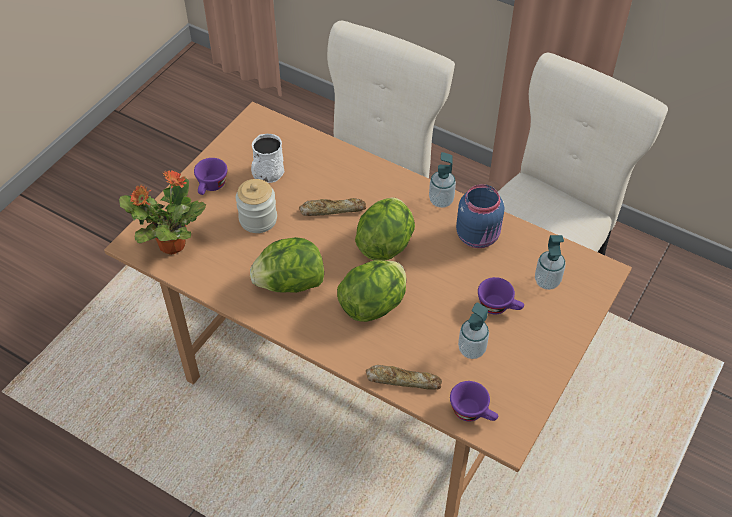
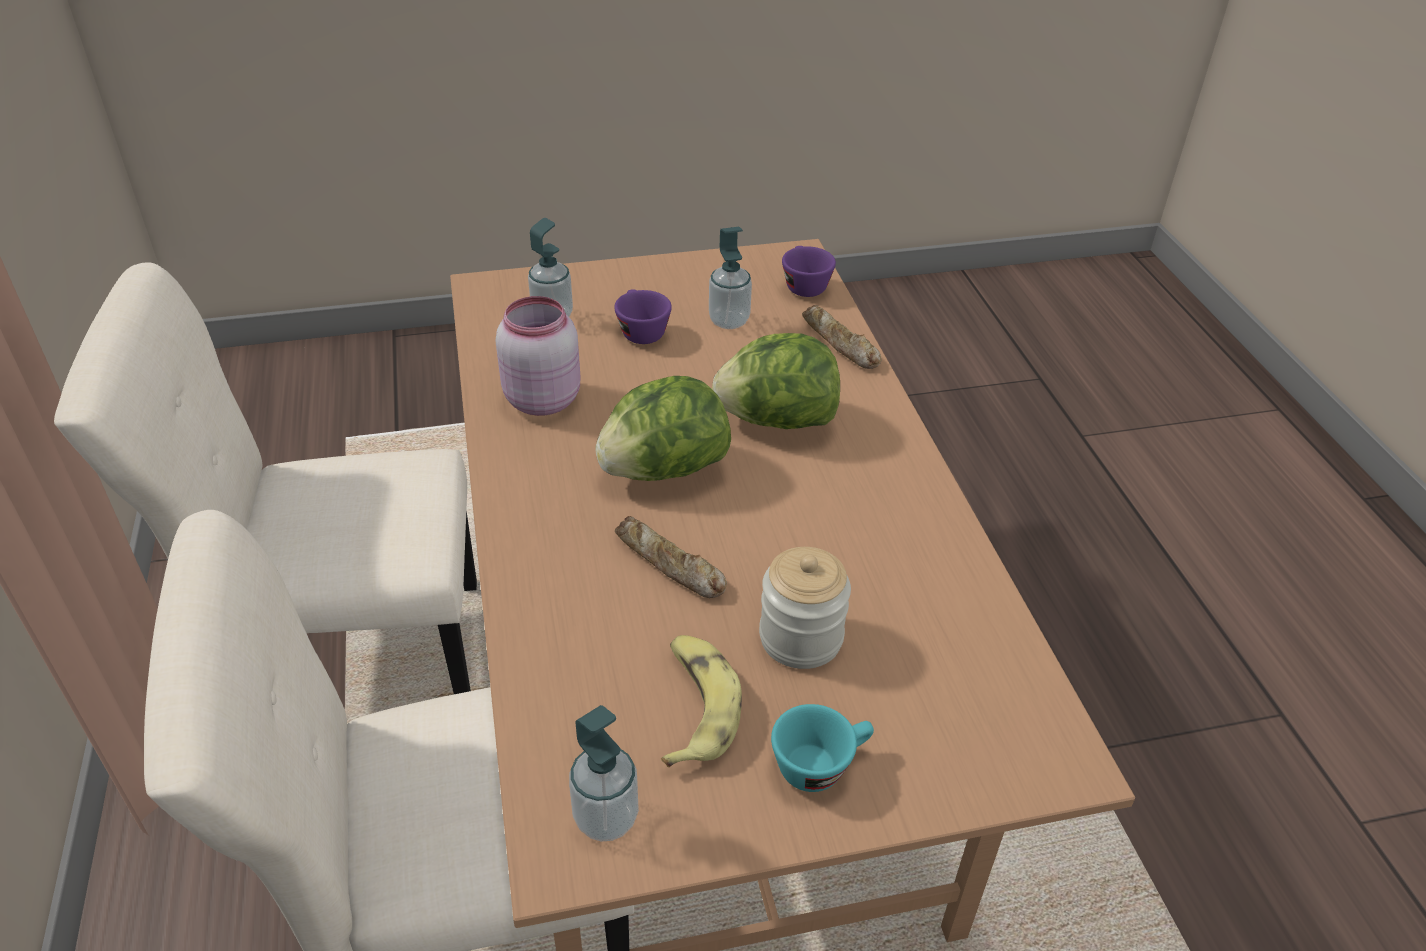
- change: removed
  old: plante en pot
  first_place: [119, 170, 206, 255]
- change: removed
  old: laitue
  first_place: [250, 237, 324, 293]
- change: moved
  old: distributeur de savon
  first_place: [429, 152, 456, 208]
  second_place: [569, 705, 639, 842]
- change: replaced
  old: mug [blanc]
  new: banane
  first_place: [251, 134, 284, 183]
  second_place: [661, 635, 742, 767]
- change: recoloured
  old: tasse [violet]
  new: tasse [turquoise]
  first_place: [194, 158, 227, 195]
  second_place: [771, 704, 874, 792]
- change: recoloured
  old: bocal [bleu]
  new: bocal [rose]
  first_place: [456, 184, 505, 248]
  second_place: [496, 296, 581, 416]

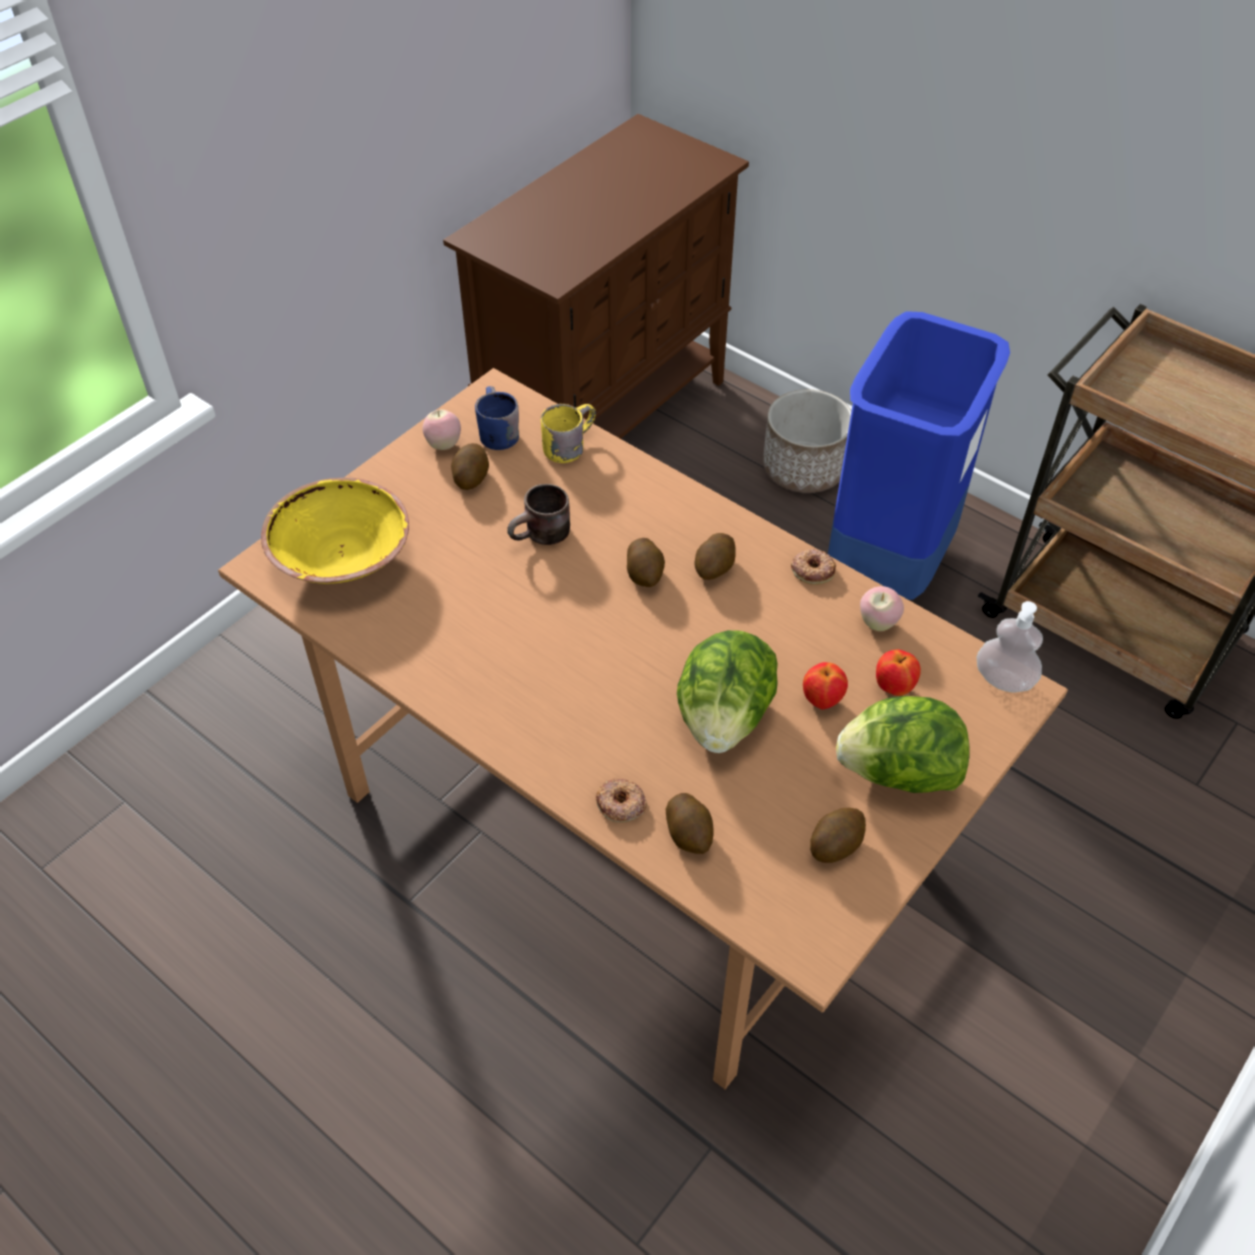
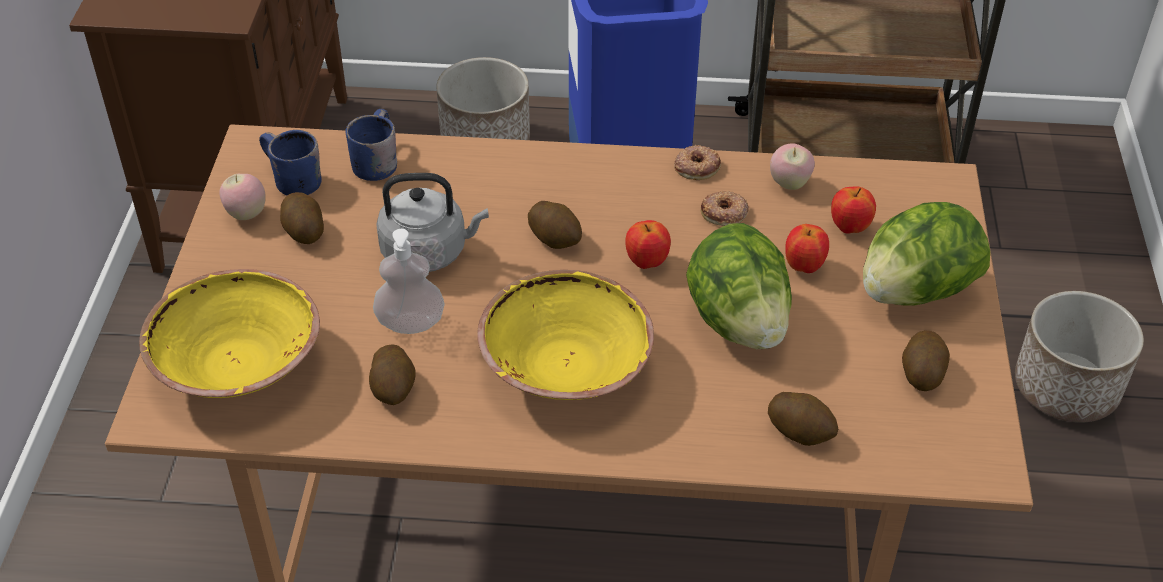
- change: added
  new: bol [jaune]
  second_place: [477, 270, 654, 400]
- change: added
  new: pomme
  second_place: [625, 220, 671, 269]
- change: added
  new: cache-pot
  second_place: [1015, 291, 1144, 423]
- change: moved
  old: beignet
  first_place: [596, 778, 647, 823]
  second_place: [700, 191, 749, 226]
- change: moved
  old: pomme de terre
  first_place: [694, 533, 736, 580]
  second_place: [369, 345, 416, 405]
- change: moved
  old: distributeur de savon
  first_place: [977, 601, 1043, 693]
  second_place: [373, 229, 445, 334]
- change: replaced
  old: mug [marron]
  new: bouilloire [gris]
  first_place: [507, 484, 570, 545]
  second_place: [376, 173, 489, 272]
- change: recoloured
  old: mug [jaune]
  new: mug [bleu]
  first_place: [541, 404, 596, 463]
  second_place: [345, 109, 397, 181]

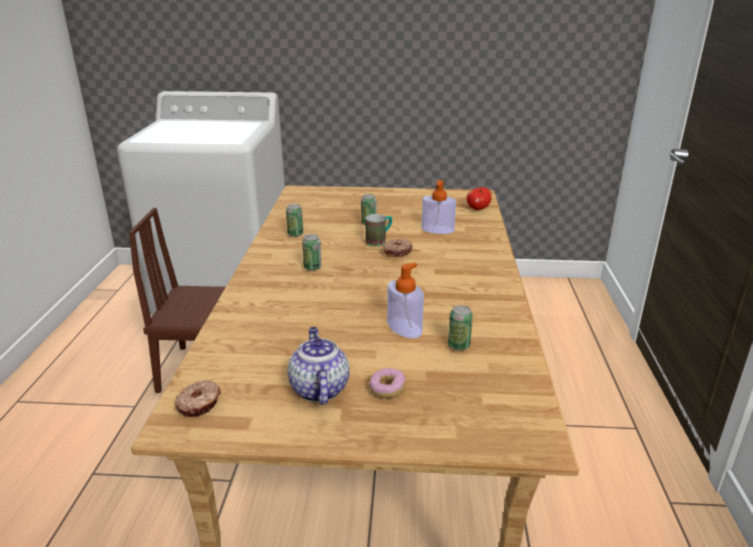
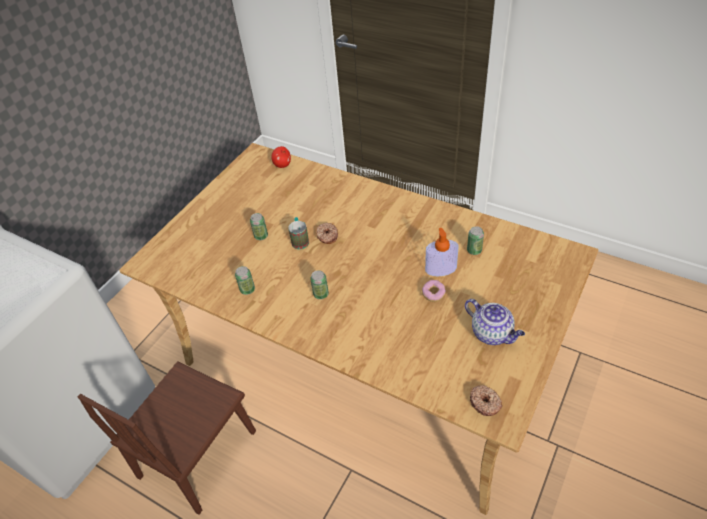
- change: removed
  old: distributeur de savon
  first_place: [422, 180, 456, 234]
- change: moved
  old: beignet
  first_place: [369, 368, 406, 398]
  second_place: [422, 280, 446, 302]
- change: turned
  old: théière
  first_place: [287, 327, 350, 405]
  second_place: [465, 299, 525, 345]
  degrees: -150

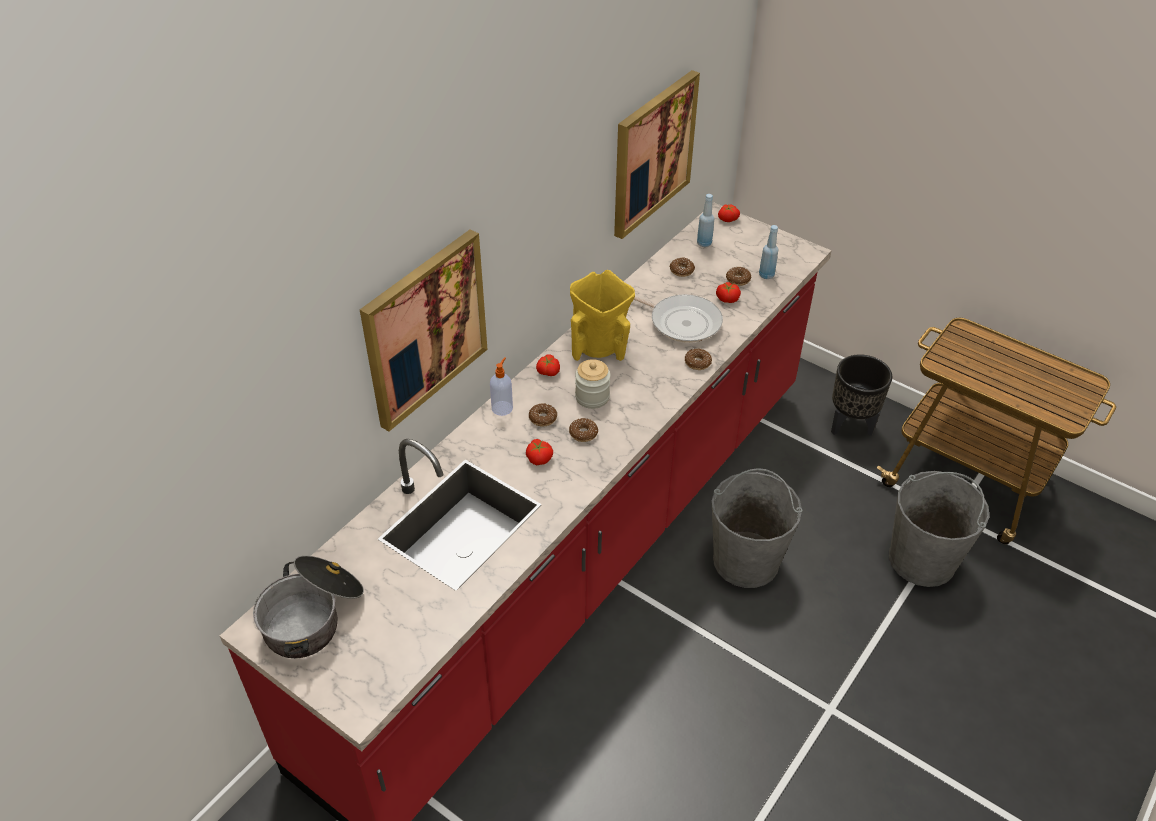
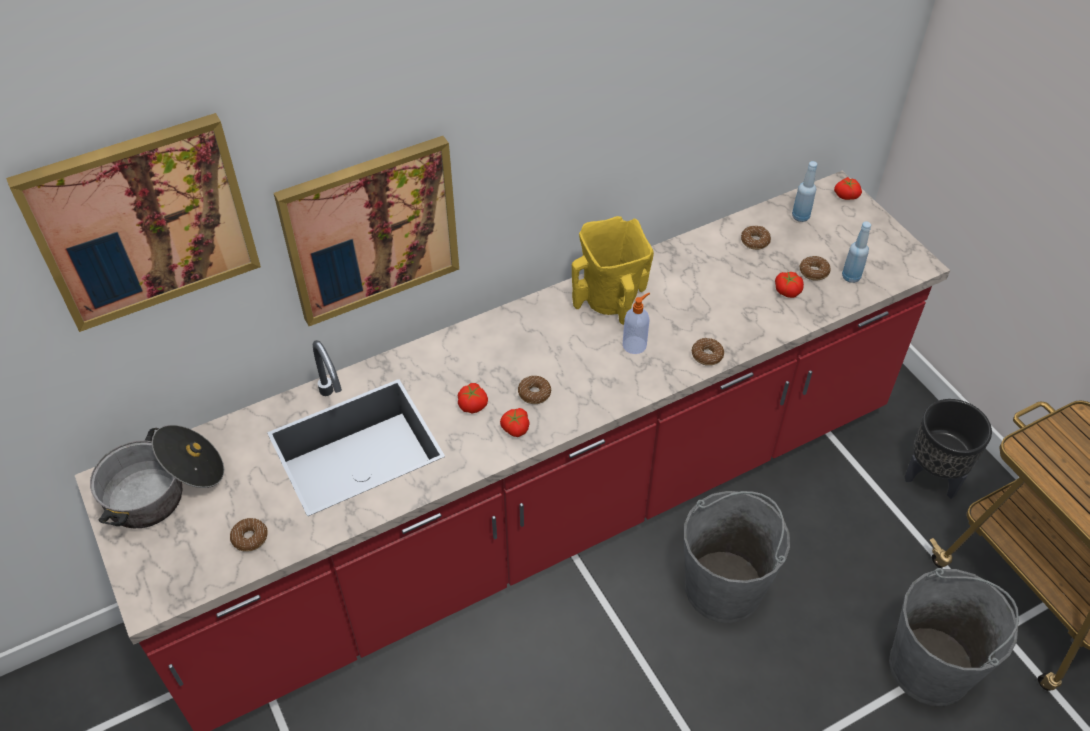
- change: removed
  old: bocal
  first_place: [575, 359, 610, 409]
- change: removed
  old: poêle
  first_place: [634, 294, 723, 343]
- change: moved
  old: distributeur de savon
  first_place: [490, 357, 513, 416]
  second_place: [623, 293, 650, 354]
- change: moved
  old: beignet
  first_place: [529, 403, 557, 426]
  second_place: [230, 518, 268, 552]
- change: moved
  old: tomate
  first_place: [536, 354, 560, 376]
  second_place: [500, 408, 530, 437]
- change: moved
  old: tableau
  first_place: [614, 70, 700, 239]
  second_place: [6, 113, 261, 332]

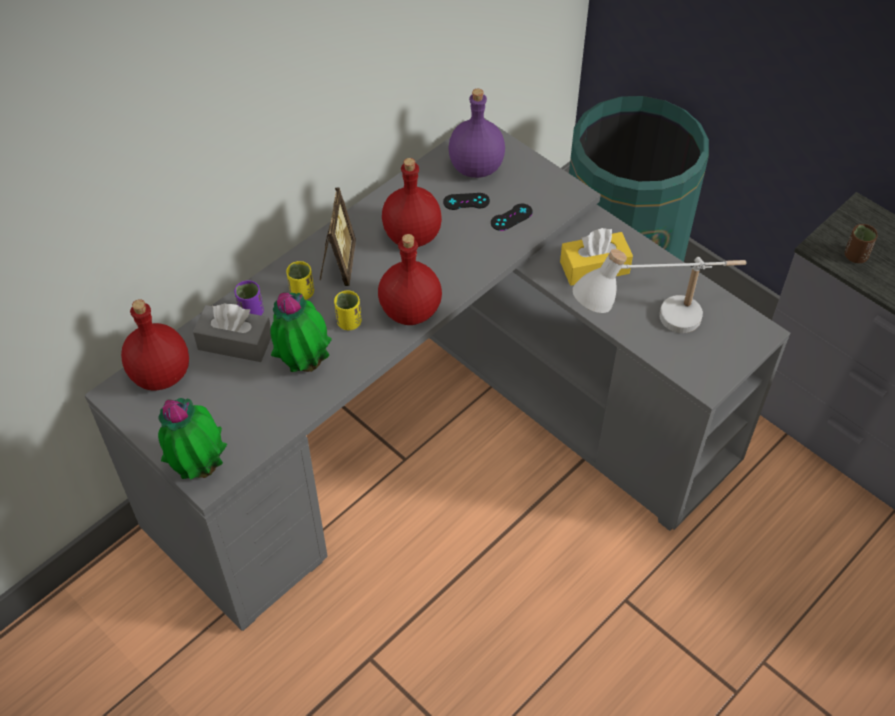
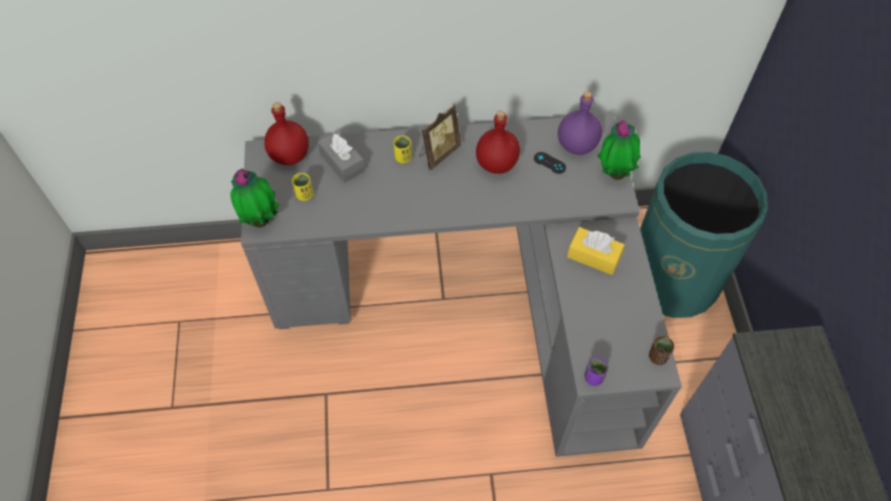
- change: removed
  old: bouteille [rouge]
  first_place: [378, 234, 442, 325]
- change: removed
  old: manette [noir]
  first_place: [491, 204, 533, 231]
- change: removed
  old: lampe de table [blanc]
  first_place: [572, 249, 747, 333]
- change: moved
  old: tasse [violet]
  first_place: [235, 280, 264, 315]
  second_place: [584, 357, 608, 386]
- change: moved
  old: plante en pot
  first_place: [271, 292, 332, 372]
  second_place: [597, 120, 641, 180]
- change: moved
  old: tasse [jaune]
  first_place: [334, 290, 362, 330]
  second_place: [292, 173, 313, 201]
- change: moved
  old: tasse [marron]
  first_place: [845, 224, 878, 263]
  second_place: [649, 336, 674, 365]

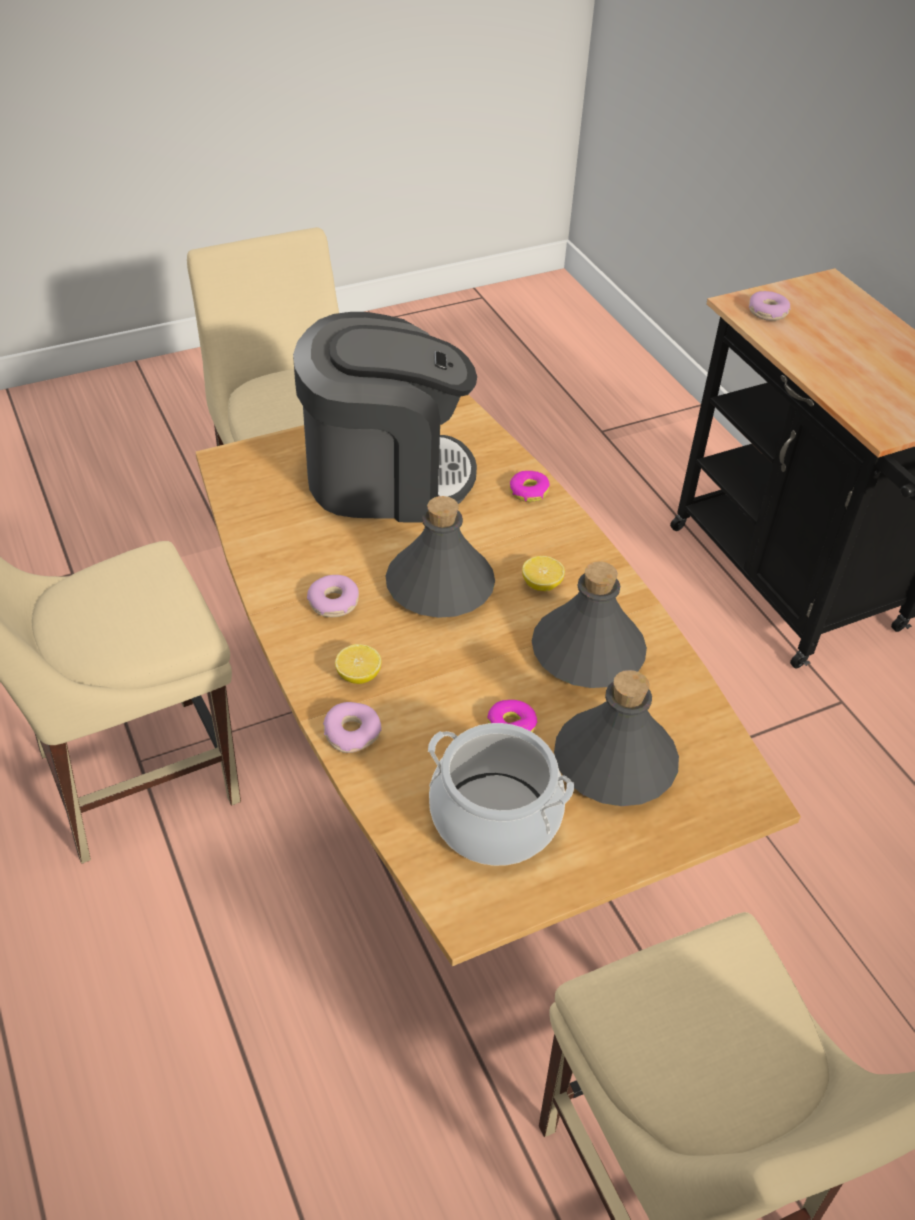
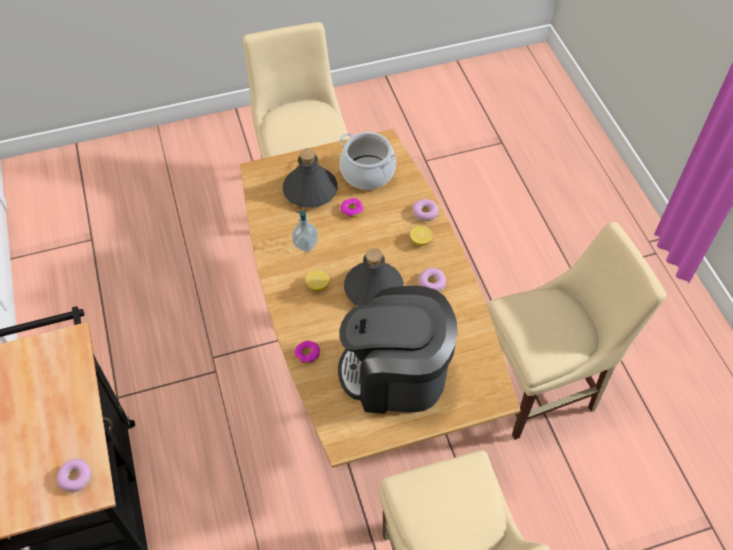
- change: replaced
  old: bouteille [gris]
  new: distributeur de savon
  first_place: [532, 561, 647, 688]
  second_place: [292, 211, 318, 252]

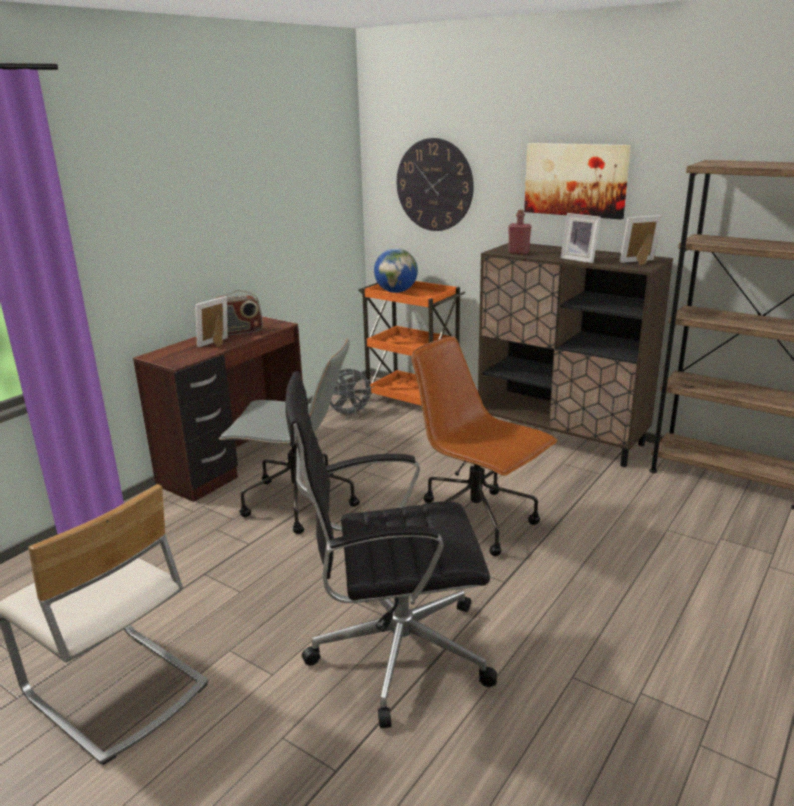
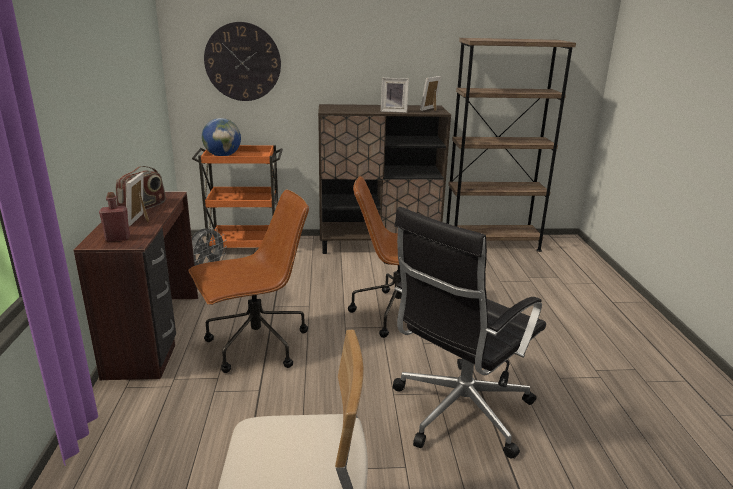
- change: removed
  old: tableau
  first_place: [524, 143, 631, 219]
- change: moved
  old: bouteille [rouge]
  first_place: [508, 210, 532, 255]
  second_place: [99, 192, 130, 242]
- change: recoloured
  old: chaise de bureau [gris]
  new: chaise de bureau [marron]
  first_place: [219, 337, 360, 534]
  second_place: [188, 190, 309, 373]

